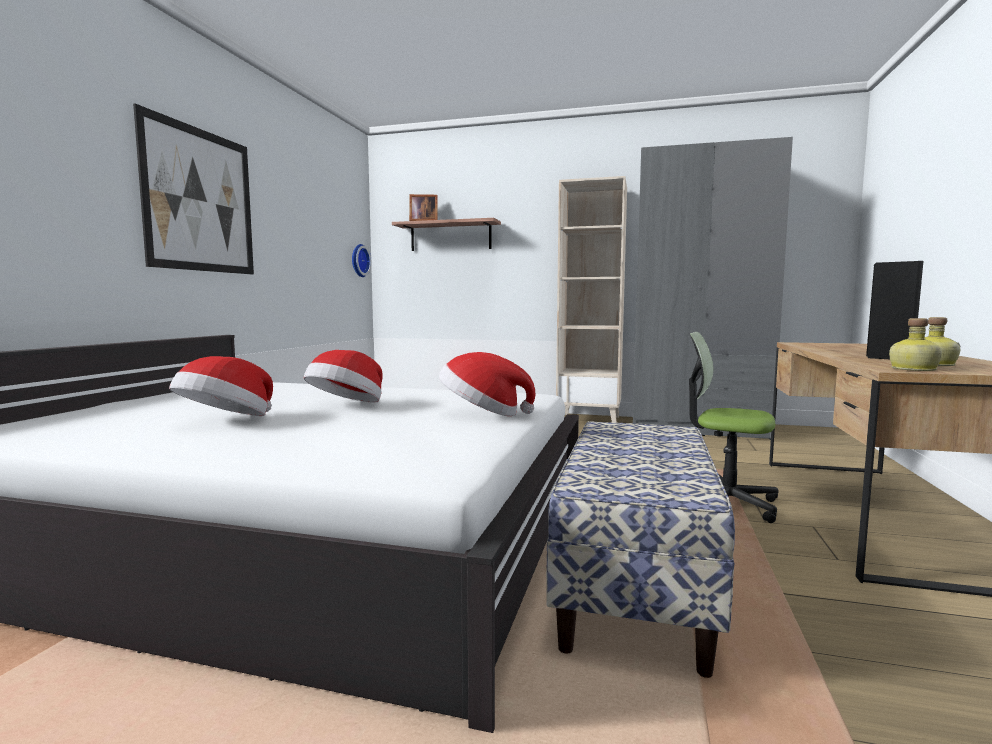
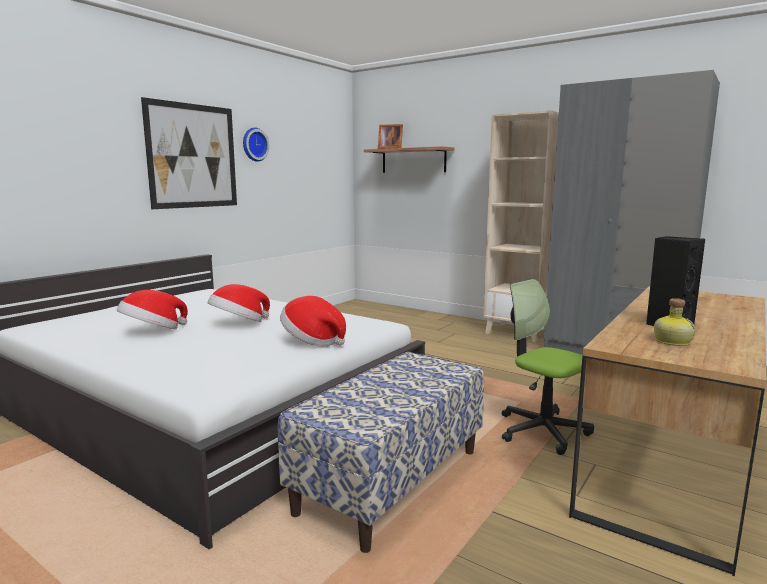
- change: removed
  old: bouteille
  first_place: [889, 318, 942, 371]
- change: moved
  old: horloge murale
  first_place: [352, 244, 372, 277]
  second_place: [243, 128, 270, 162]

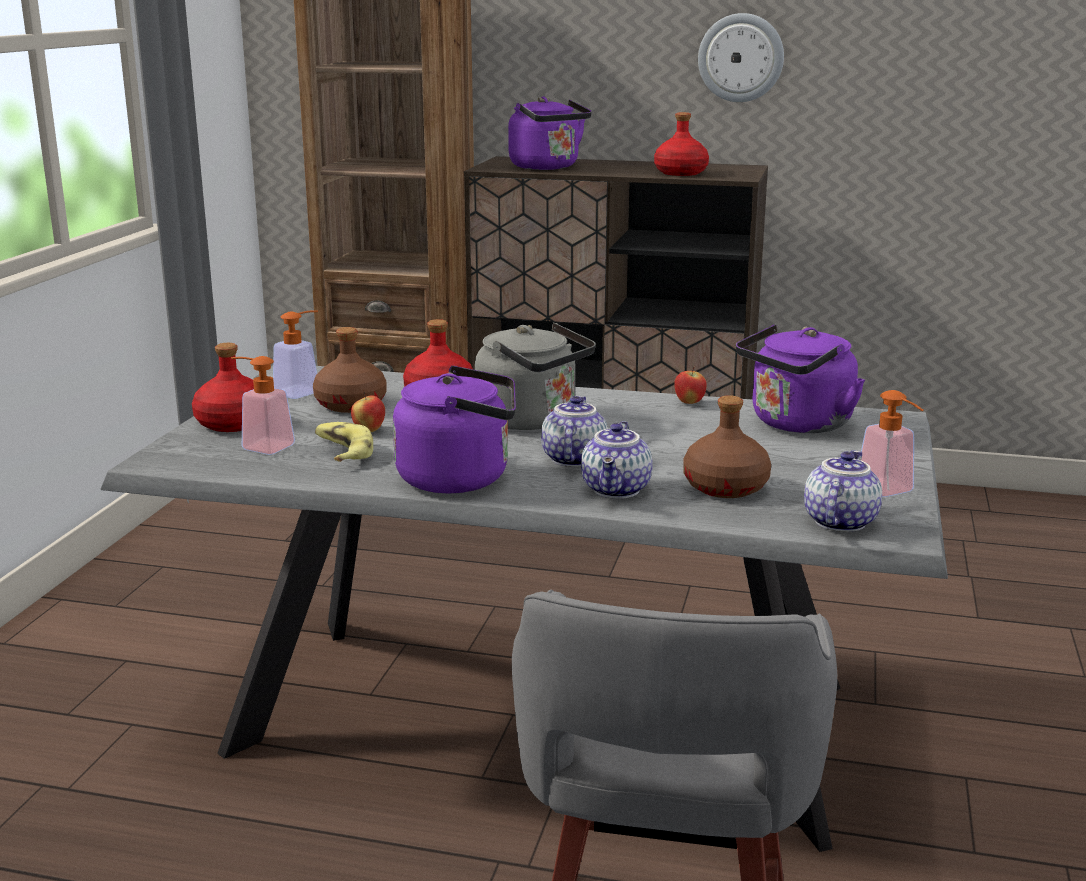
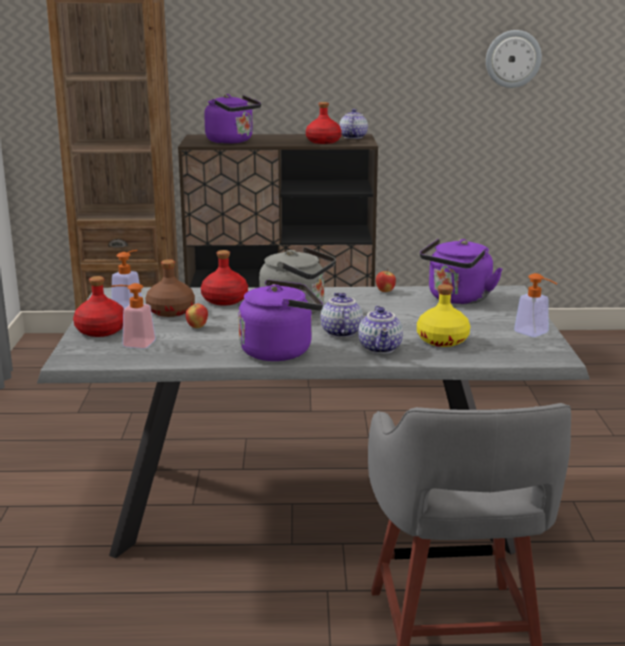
- change: removed
  old: banane
  first_place: [315, 422, 373, 462]
- change: moved
  old: horloge murale
  first_place: [698, 13, 784, 102]
  second_place: [486, 30, 542, 88]
- change: moved
  old: théière
  first_place: [804, 450, 882, 532]
  second_place: [339, 109, 368, 139]
- change: recoloured
  old: bouteille [marron]
  new: bouteille [jaune]
  first_place: [683, 395, 771, 498]
  second_place: [417, 284, 470, 347]

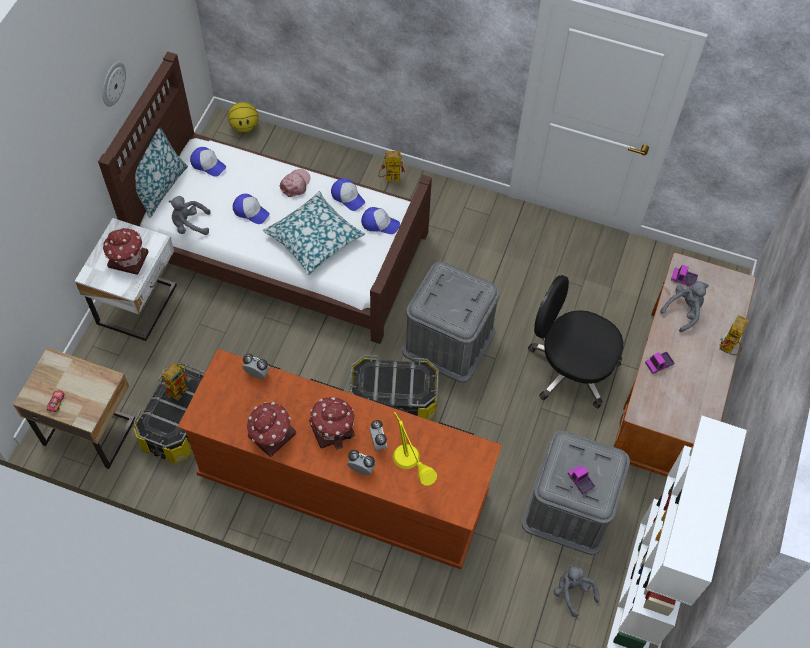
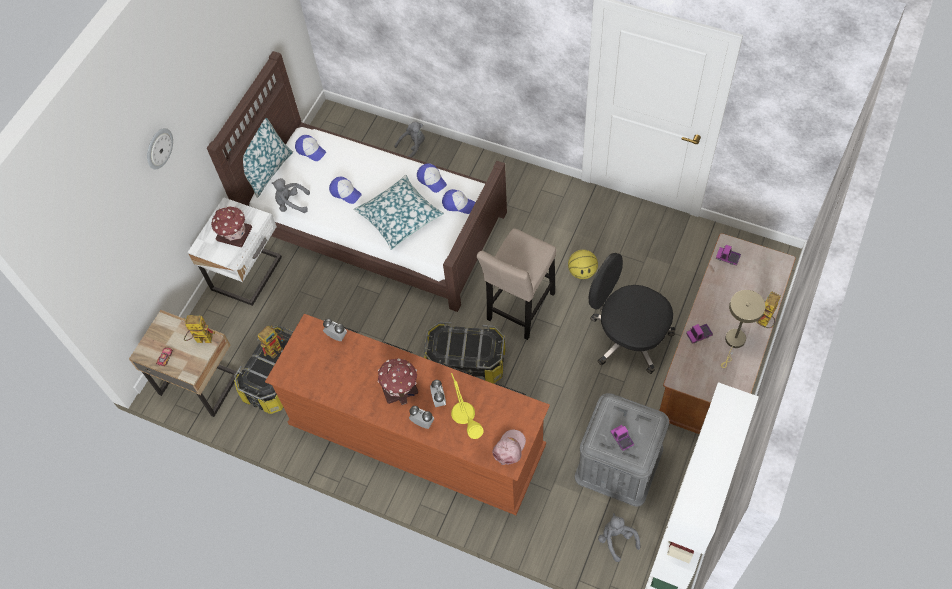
- change: removed
  old: maison miniature
  first_place: [247, 402, 296, 457]
- change: added
  new: lampe de table [beige]
  second_place: [721, 290, 765, 368]
- change: moved
  old: horloge murale
  first_place: [102, 62, 126, 107]
  second_place: [147, 128, 173, 169]
- change: moved
  old: ballon de basket
  first_place: [228, 102, 258, 133]
  second_place: [568, 250, 598, 279]
- change: moved
  old: casquette [rose]
  first_place: [280, 169, 310, 197]
  second_place: [492, 430, 526, 465]
- change: moved
  old: robot jouet
  first_place: [378, 151, 405, 182]
  second_place: [184, 315, 215, 343]
- change: moved
  old: peluche [gris]
  first_place: [660, 282, 709, 332]
  second_place: [394, 122, 425, 158]
- change: replaced
  old: boîte de rangement [gris]
  new: tabouret [beige]
  first_place: [402, 262, 500, 383]
  second_place: [477, 228, 556, 340]

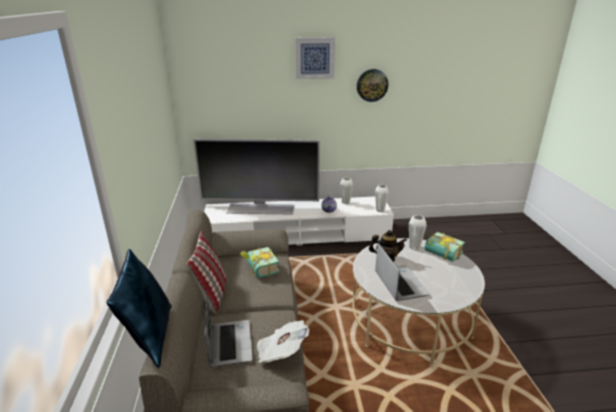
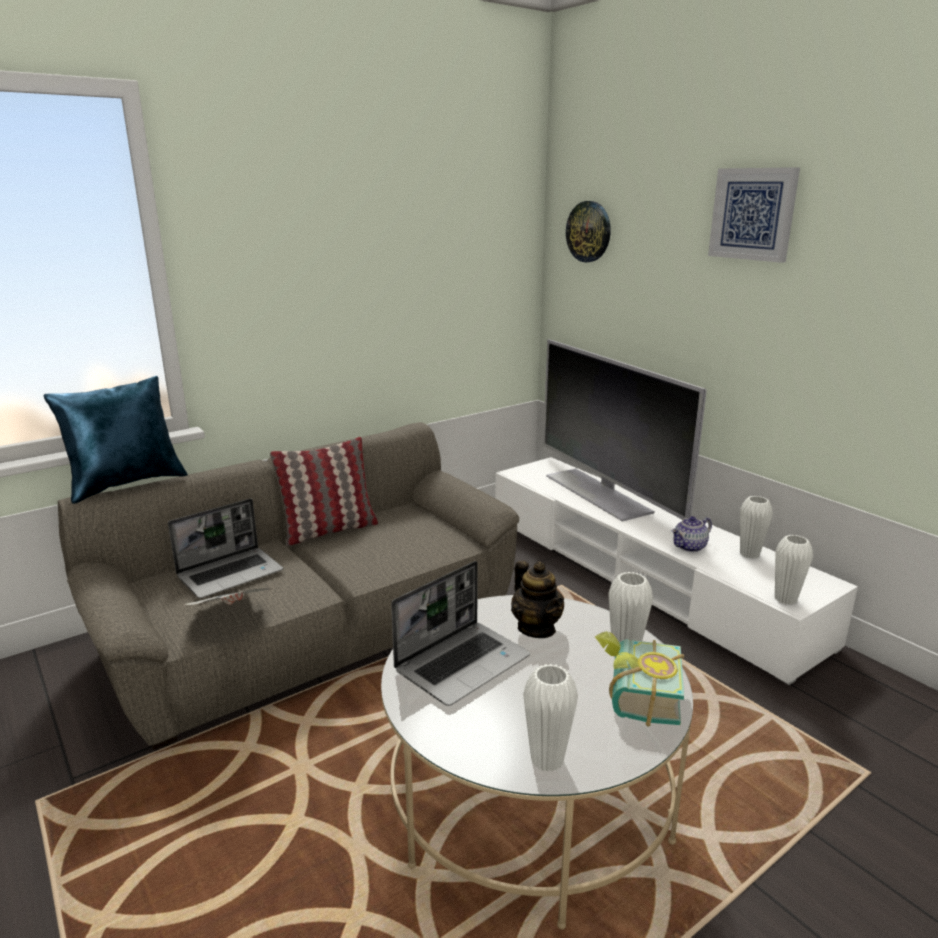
- change: removed
  old: livre
  first_place: [240, 247, 279, 278]
- change: added
  new: vase [blanc]
  second_place: [523, 664, 578, 772]
- change: moved
  old: horloge murale
  first_place: [357, 69, 388, 102]
  second_place: [566, 201, 611, 262]

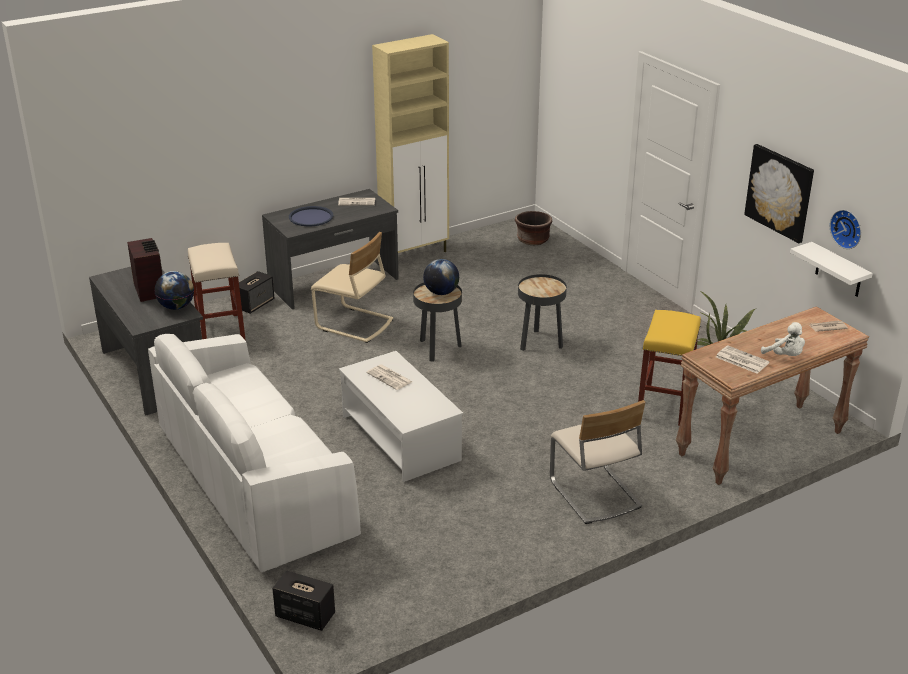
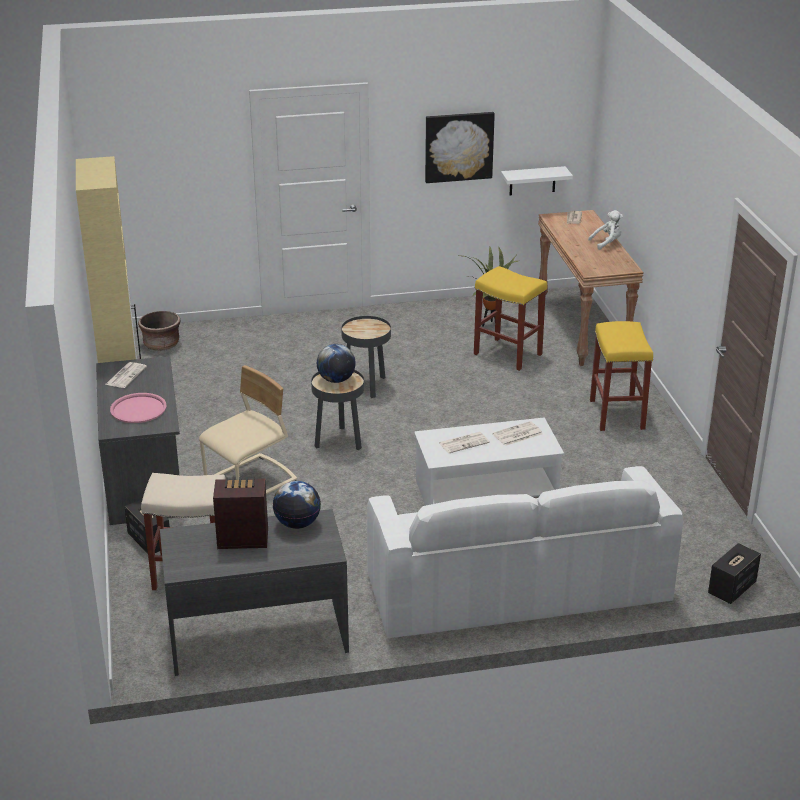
- change: removed
  old: horloge murale
  first_place: [830, 210, 861, 249]
- change: moved
  old: journal
  first_place: [716, 346, 770, 373]
  second_place: [493, 421, 543, 446]
- change: replaced
  old: chaise [beige]
  new: tabouret [jaune]
  first_place: [550, 400, 645, 524]
  second_place: [590, 321, 653, 431]
- change: recoloured
  old: plateau [bleu]
  new: plateau [rose]
  first_place: [289, 206, 333, 226]
  second_place: [110, 393, 166, 423]

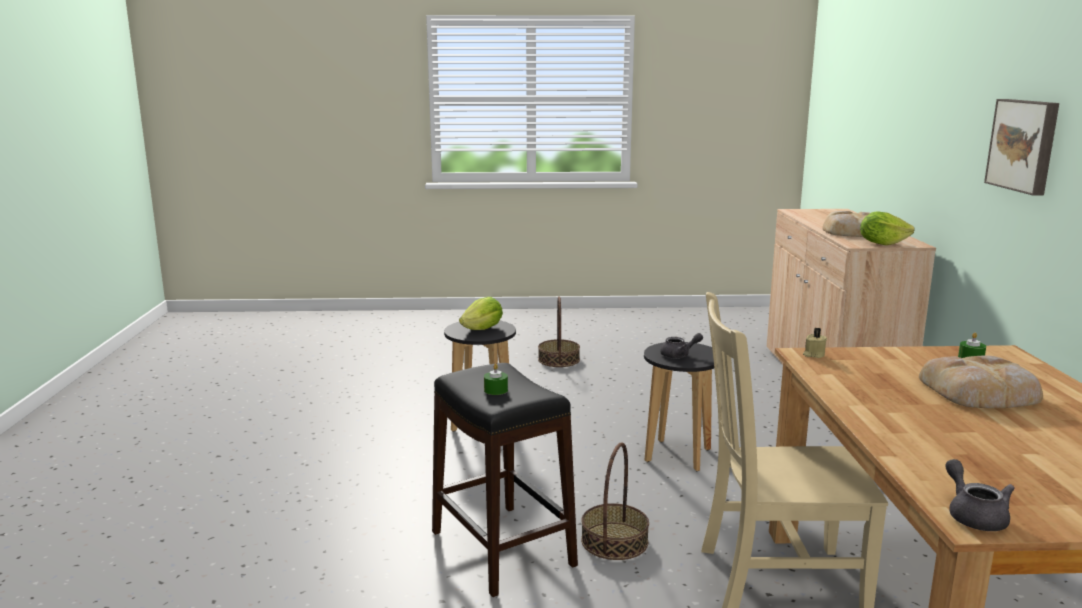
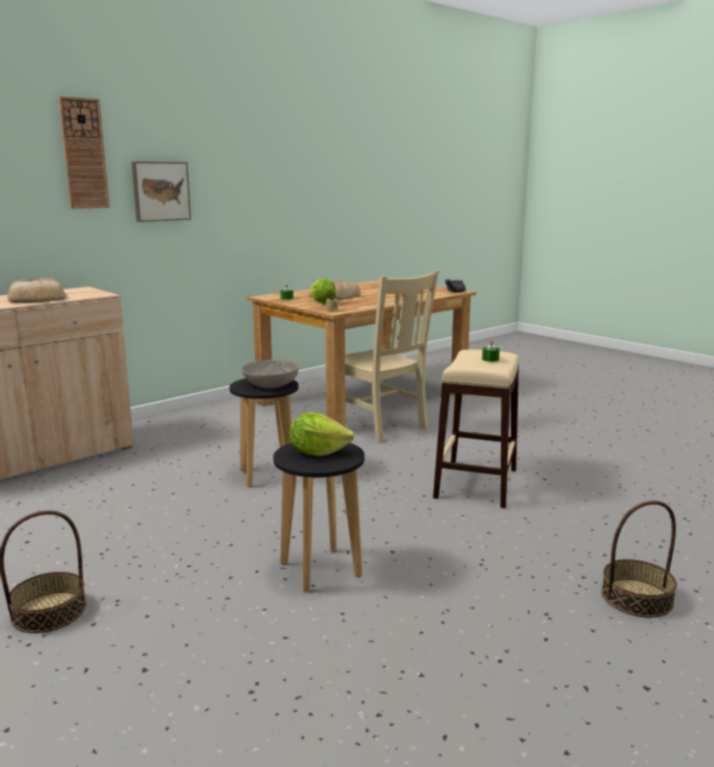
- change: added
  new: horloge murale
  second_place: [58, 96, 110, 209]
- change: moved
  old: panier
  first_place: [581, 442, 649, 560]
  second_place: [601, 501, 677, 618]
- change: moved
  old: laitue
  first_place: [860, 211, 915, 245]
  second_place: [310, 279, 336, 303]
- change: replaced
  old: théière [gris]
  new: bol [gris]
  first_place: [660, 333, 703, 358]
  second_place: [241, 360, 299, 388]
- change: recoloured
  old: tabouret [noir]
  new: tabouret [beige]
  first_place: [432, 363, 578, 597]
  second_place: [433, 350, 519, 508]

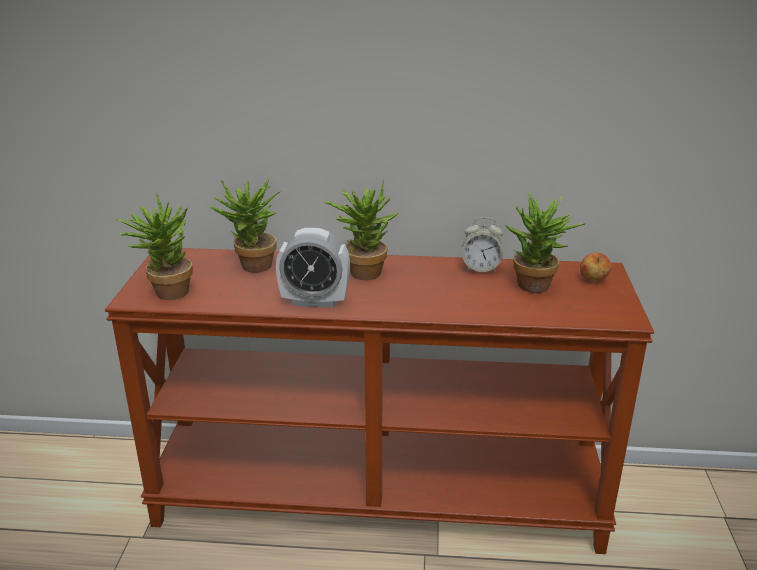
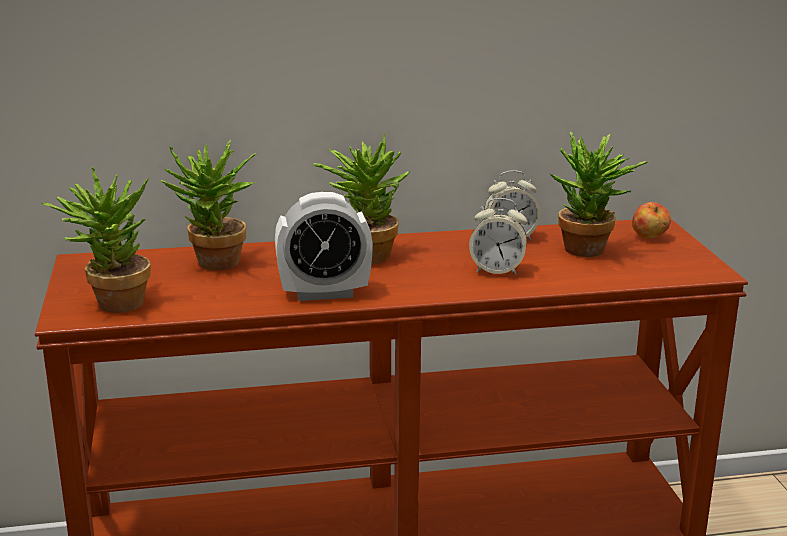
- change: added
  new: réveil
  second_place: [469, 198, 527, 275]

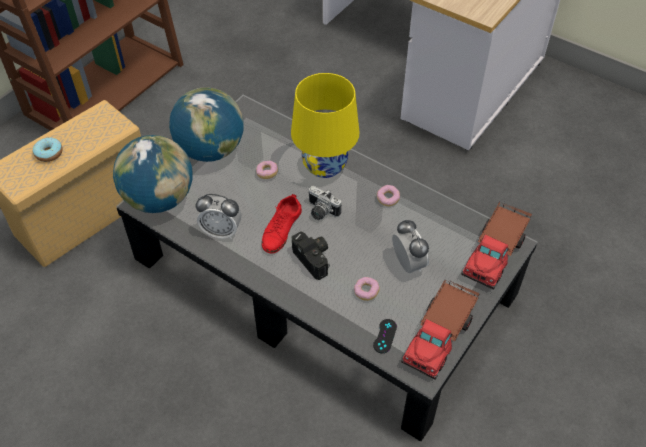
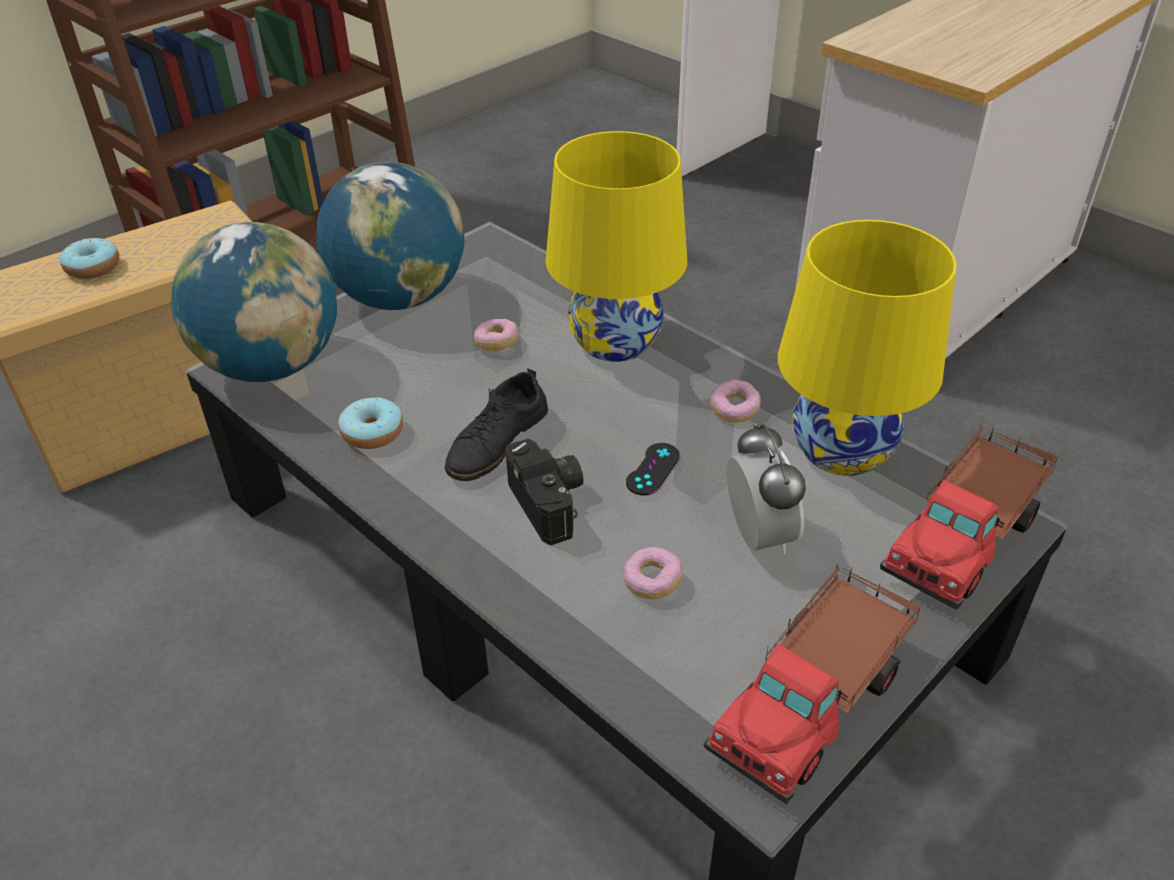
- change: removed
  old: appareil photo
  first_place: [308, 186, 341, 220]
- change: added
  new: lampe de table [jaune]
  second_place: [778, 220, 957, 476]
- change: moved
  old: manette [noir]
  first_place: [373, 319, 397, 353]
  second_place: [626, 443, 680, 496]
- change: replaced
  old: réveil
  new: beignet
  first_place: [196, 194, 241, 239]
  second_place: [338, 397, 403, 449]
- change: recoloured
  old: chaussure [rouge]
  new: chaussure [noir]
  first_place: [262, 194, 302, 253]
  second_place: [445, 368, 548, 481]

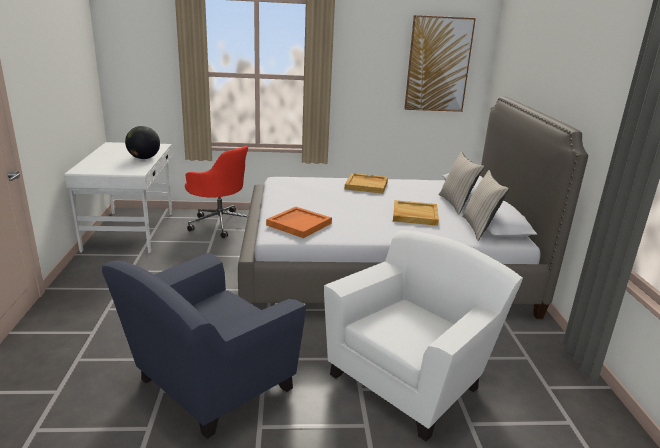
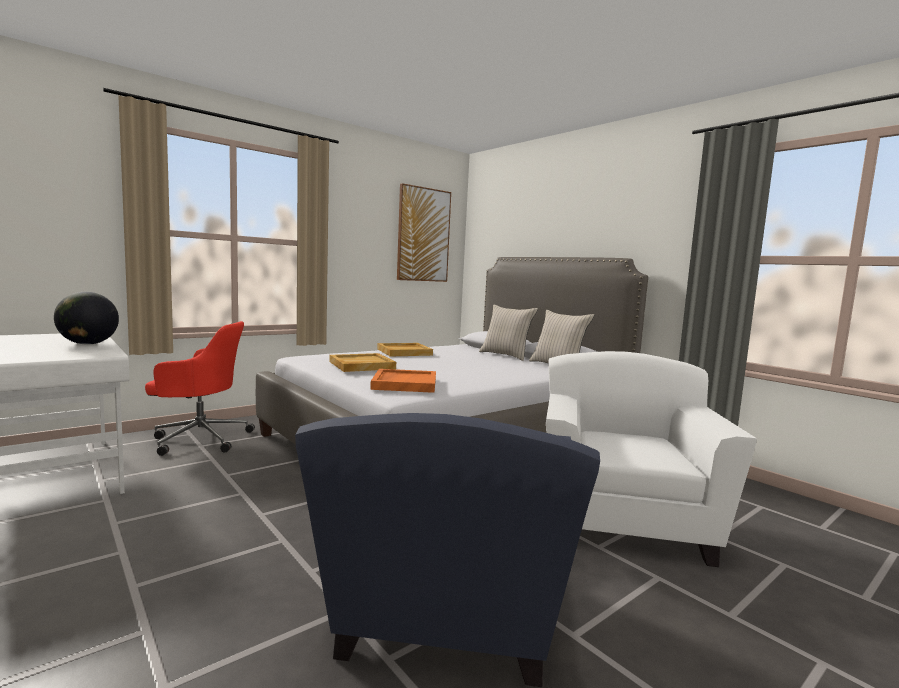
- change: moved
  old: plateau [beige]
  first_place: [393, 200, 439, 226]
  second_place: [330, 353, 396, 372]

